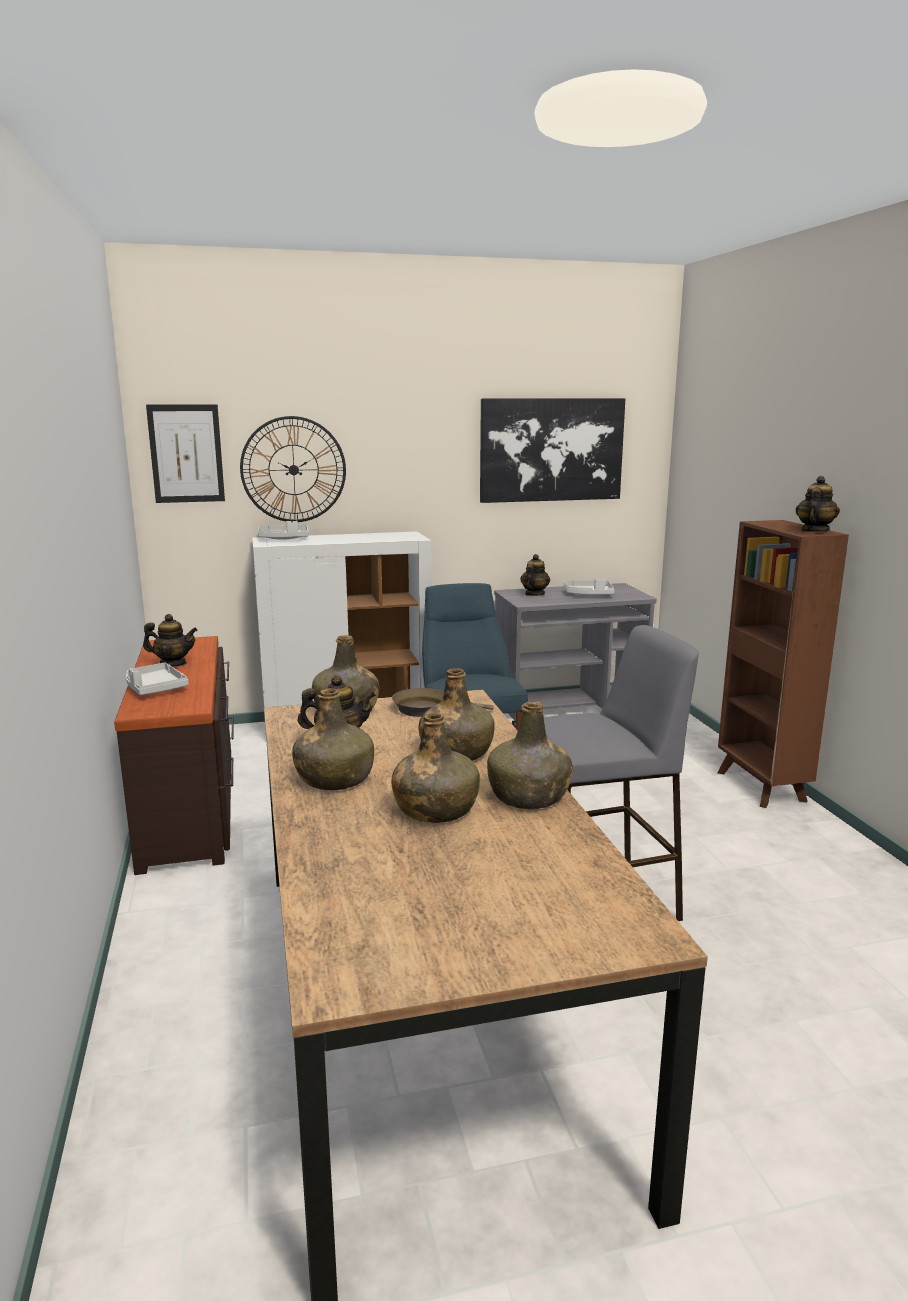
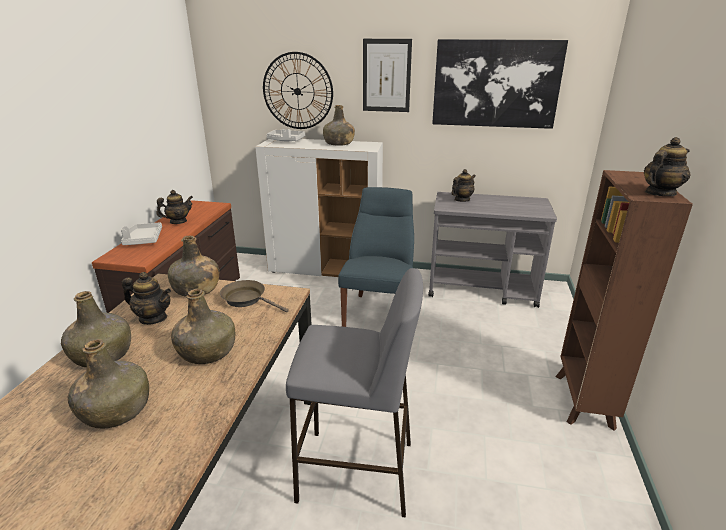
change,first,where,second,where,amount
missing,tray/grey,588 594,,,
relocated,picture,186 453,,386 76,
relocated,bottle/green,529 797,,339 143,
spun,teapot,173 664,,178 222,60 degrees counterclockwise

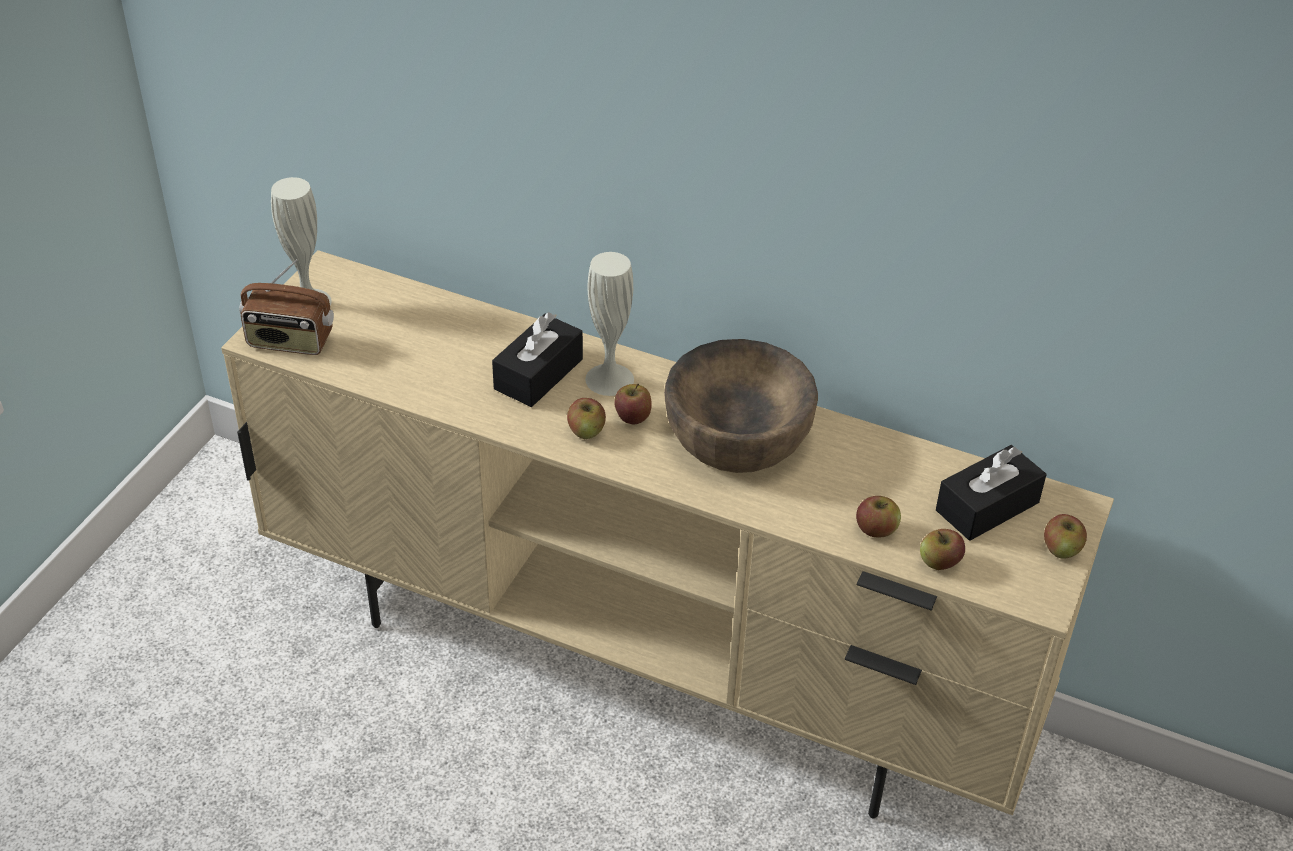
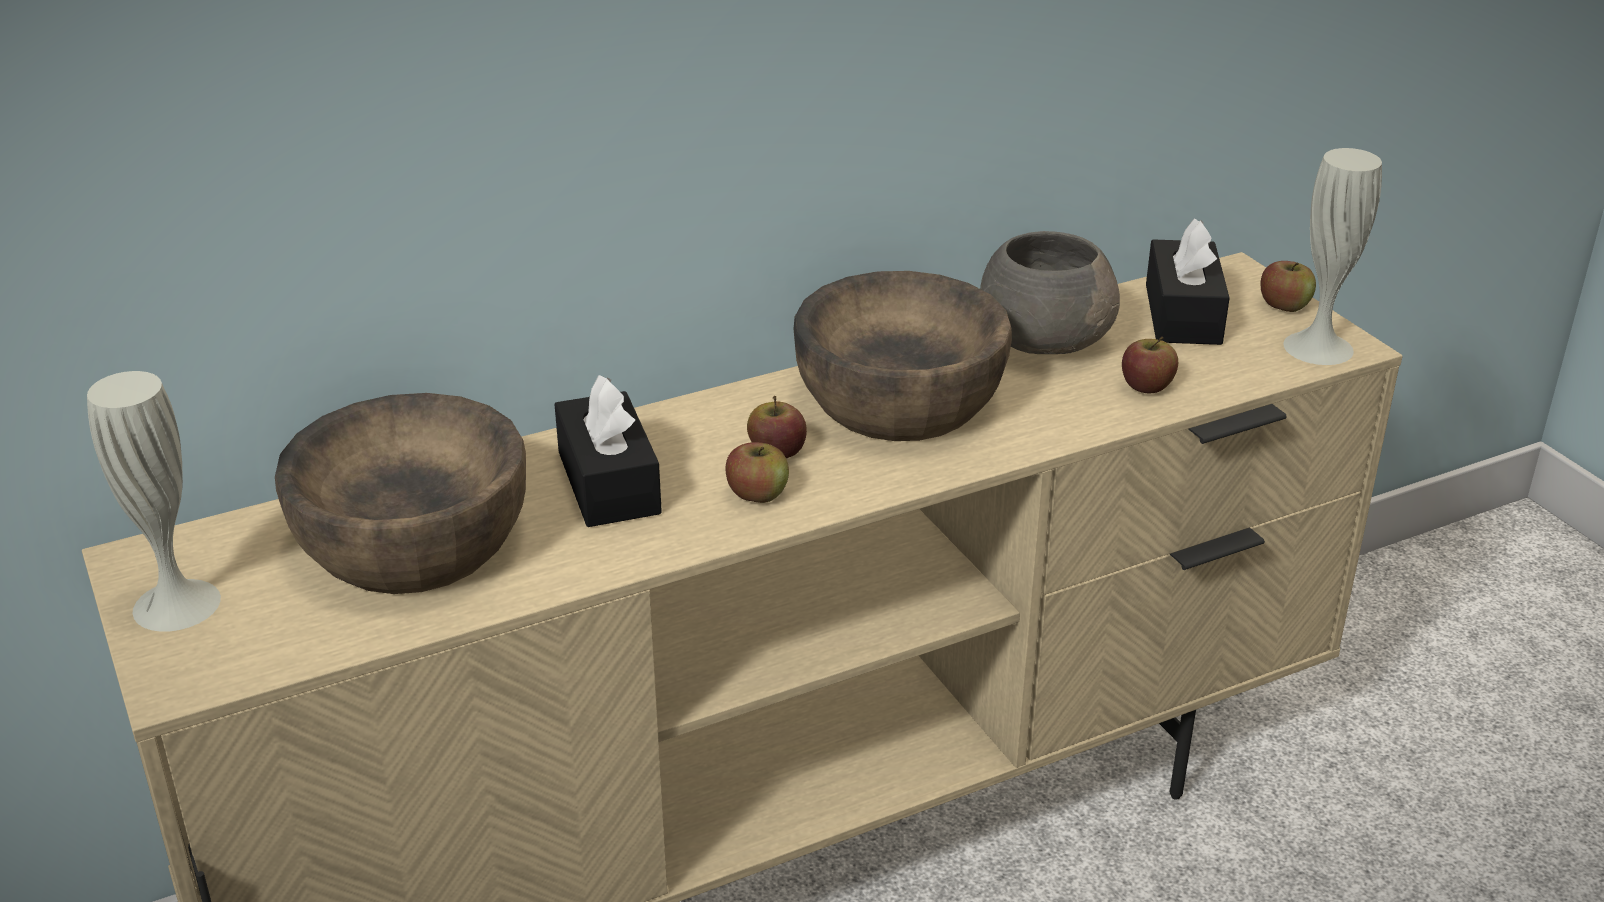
change,first,where,second,where,amount
missing,radio,290 342,,,
missing,apple,939 562,,,
appeared,,,bowl/brown,412 542,
appeared,,,bowl/grey,1043 340,
relocated,vase/white,609 379,,1318 347,

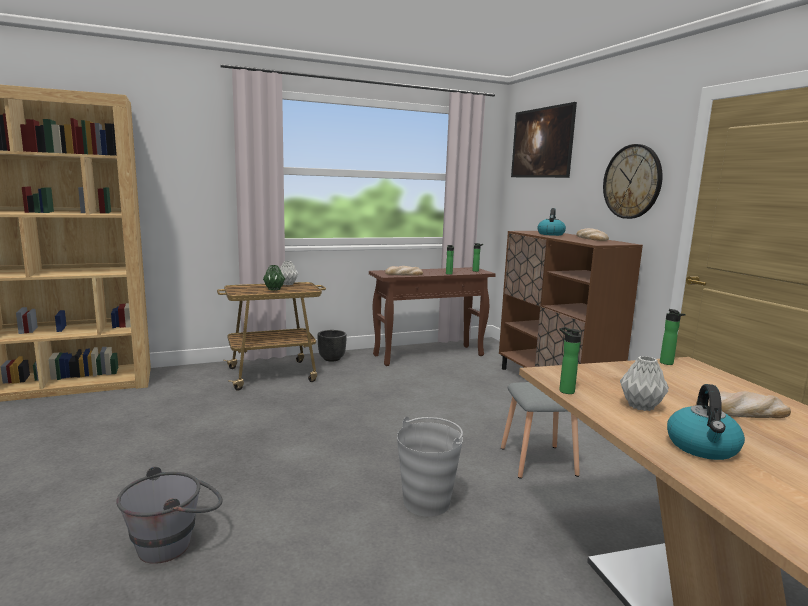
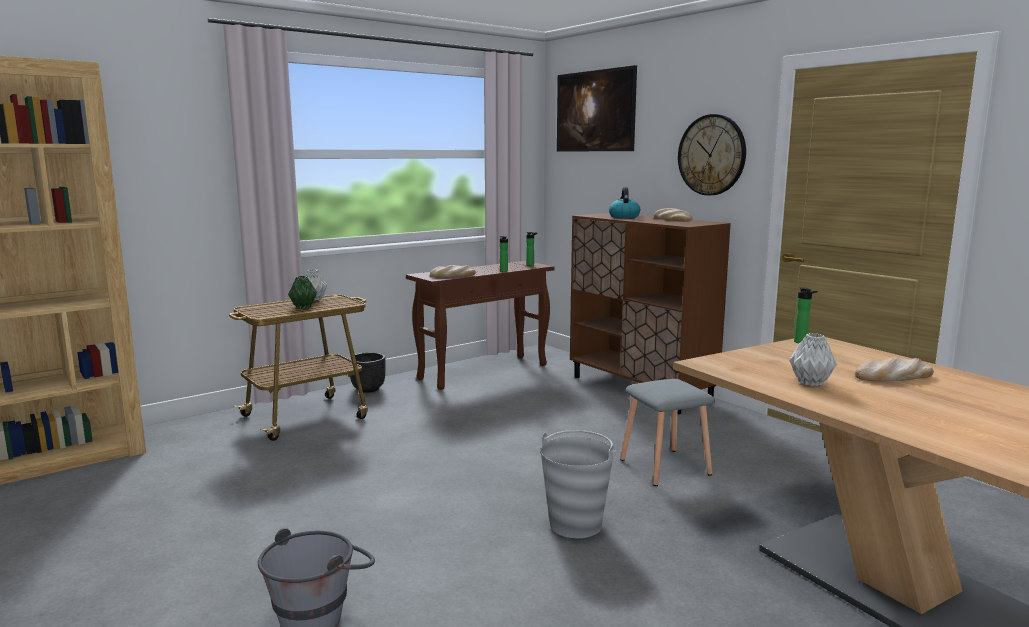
change,first,where,second,where,amount
missing,bottle,564 390,,,
missing,kettle,703 447,,,

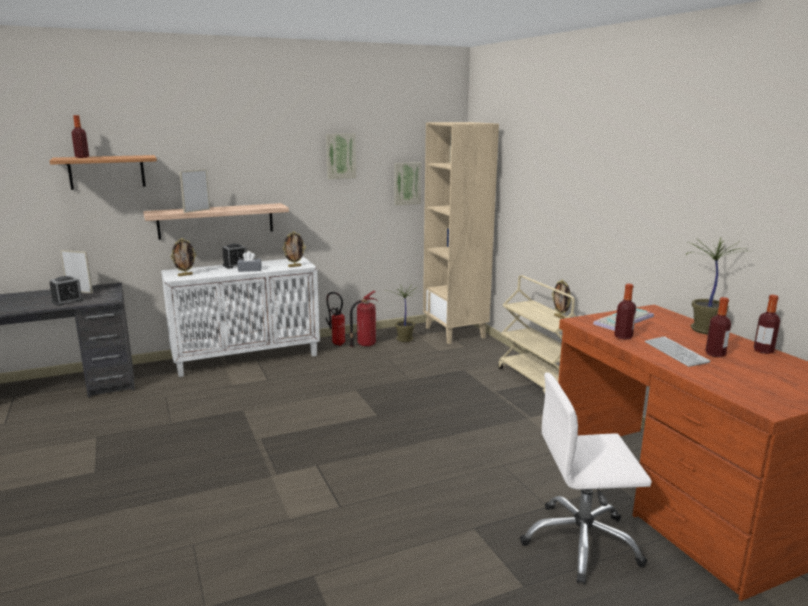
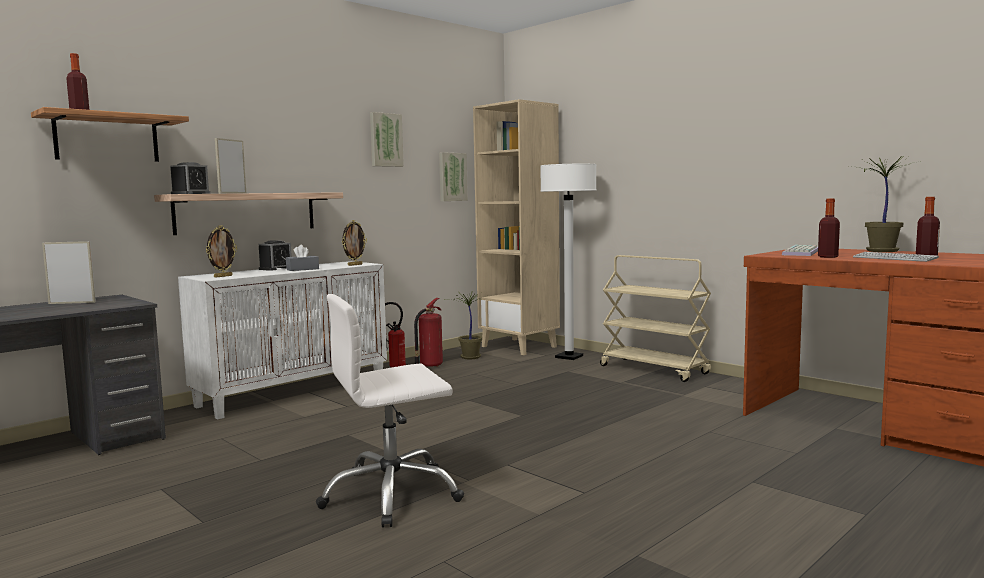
change,first,where,second,where,amount
missing,picture frame,560 317,,,
missing,bottle,763 351,,,
appeared,,,floor lamp/white,569 357,
relocated,alarm clock,67 301,,190 193,
relocated,office chair/white,581 542,,391 495,

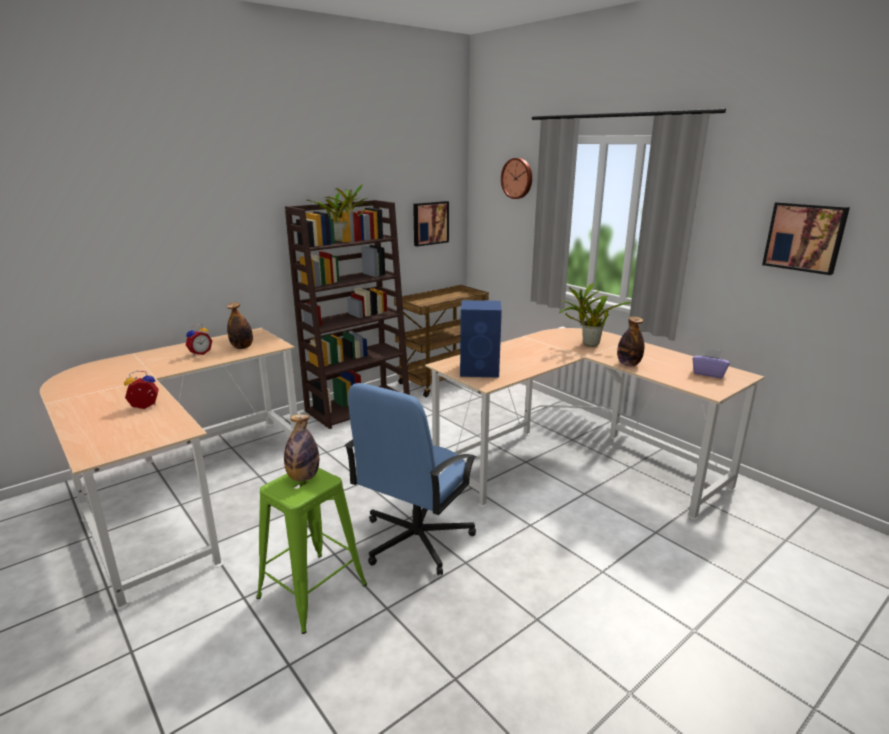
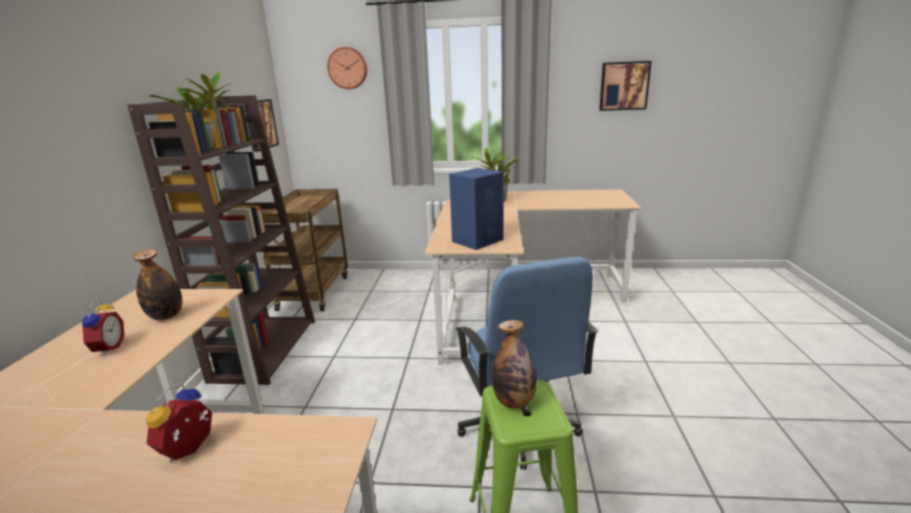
change,first,where,second,where,amount
missing,bottle,628 364,,,
missing,tissue box/purple,708 373,,,

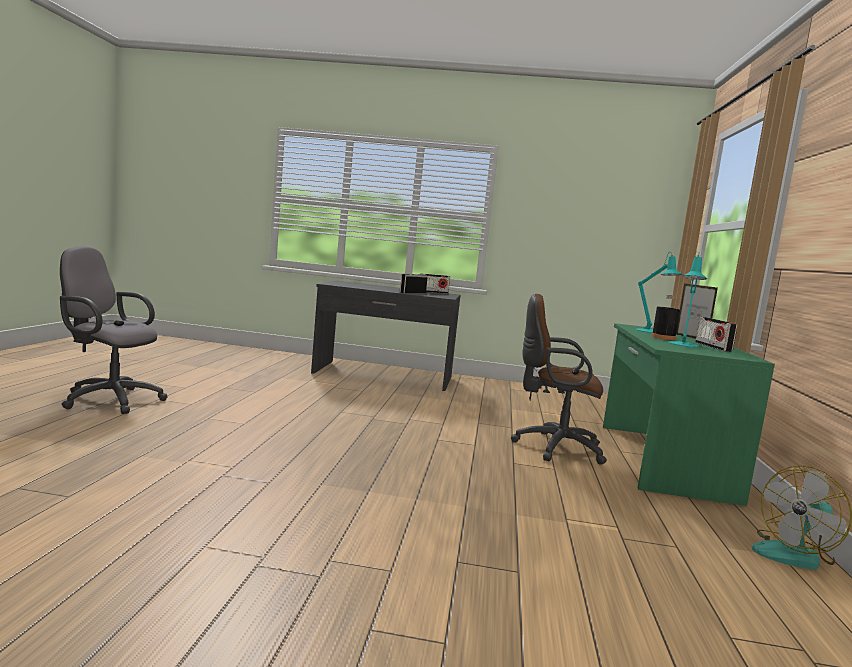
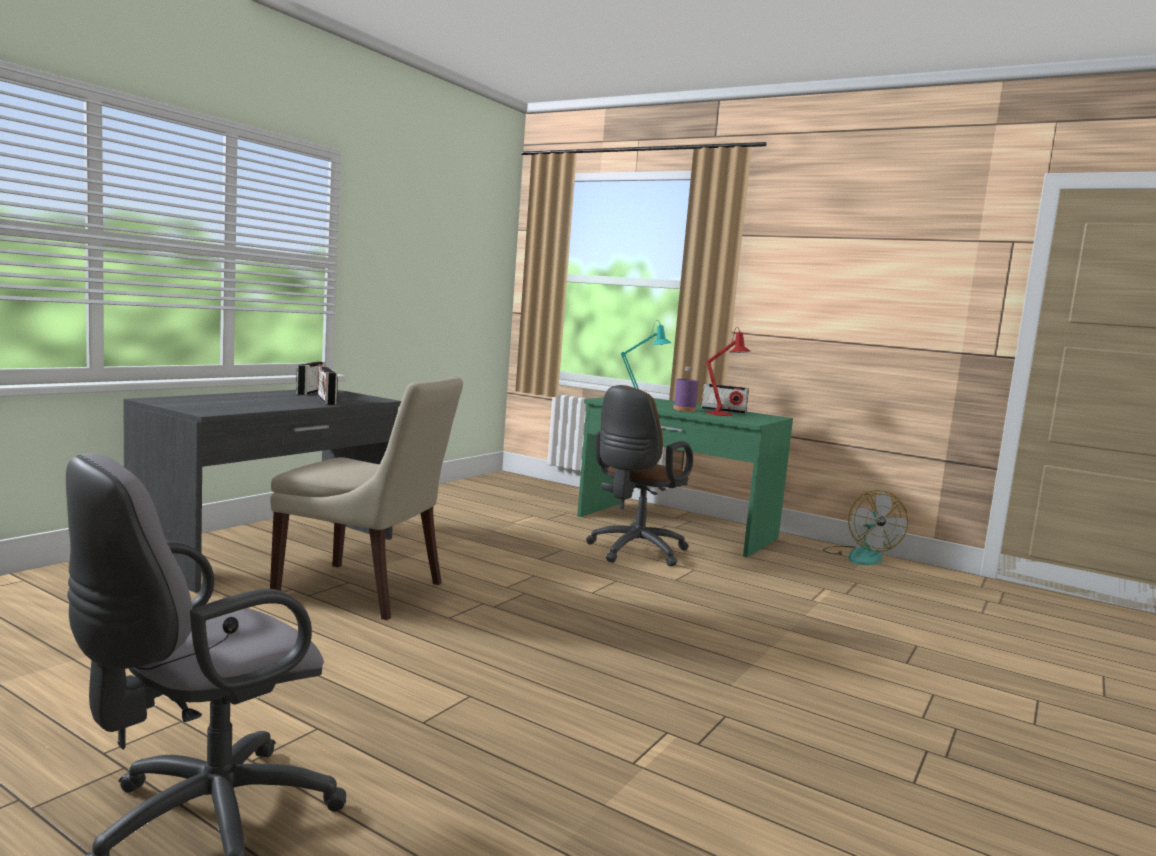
change,first,where,second,where,amount
missing,picture frame,691 338,,,
appeared,,,chair/beige,365 591,
colour,bottle/black,663 338,bottle/purple,684 410,
colour,table lamp/turquoise,683 345,table lamp/red,722 414,

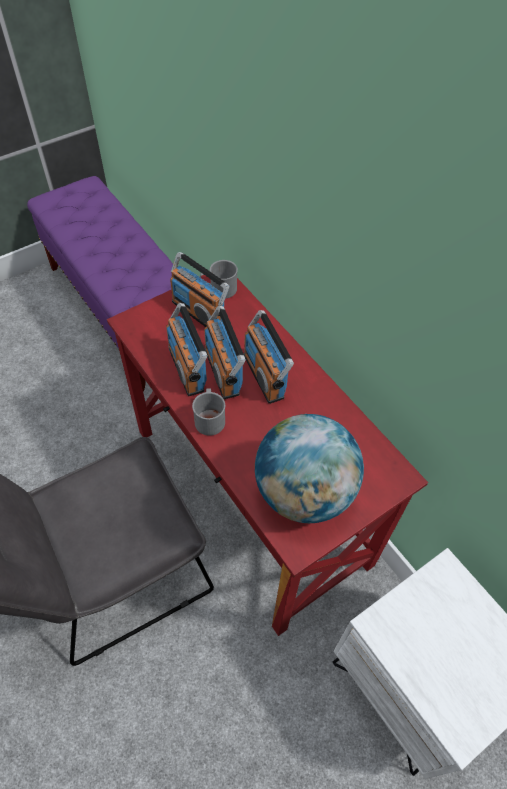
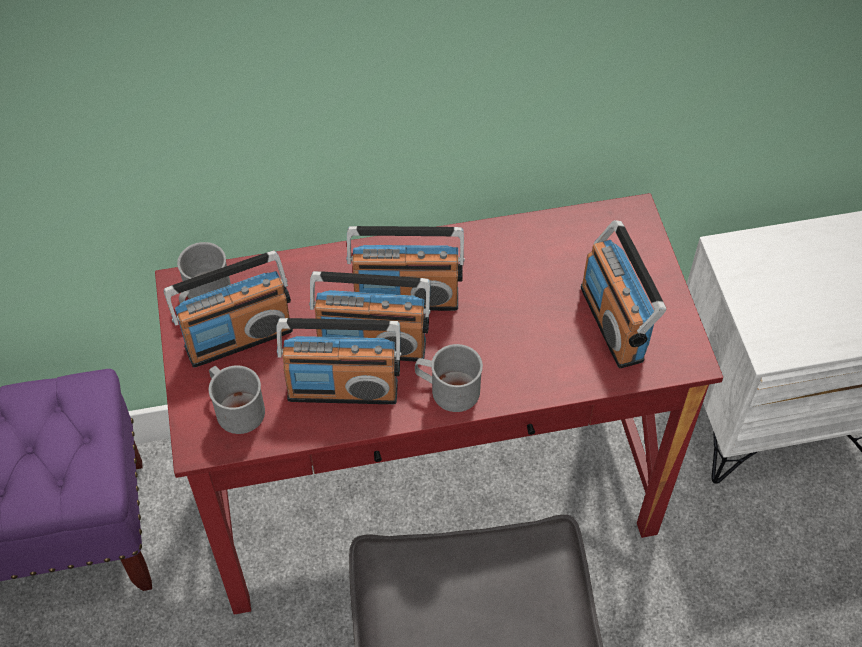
change,first,where,second,where,amount
appeared,,,mug/grey,235 407,
exchanged,globe,303 492,radio,613 323,

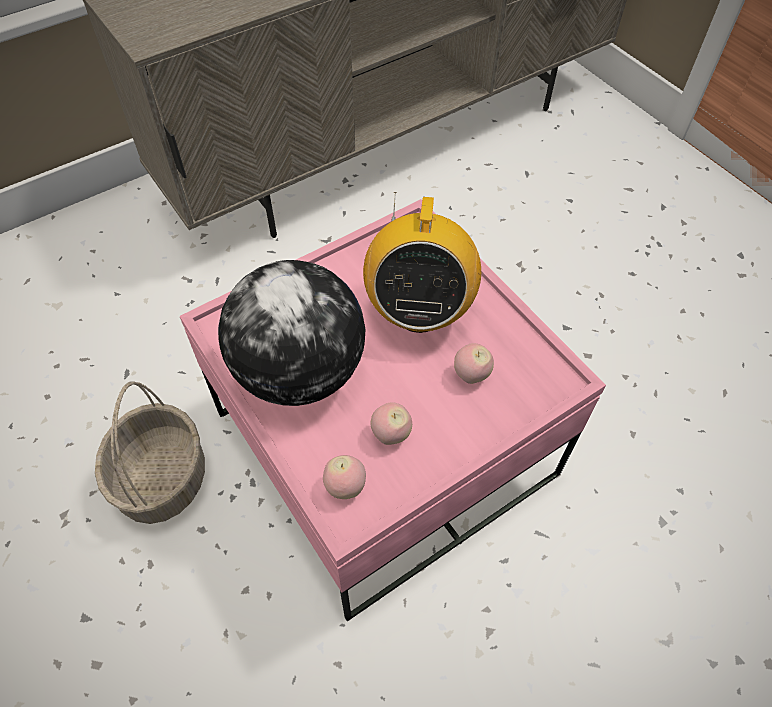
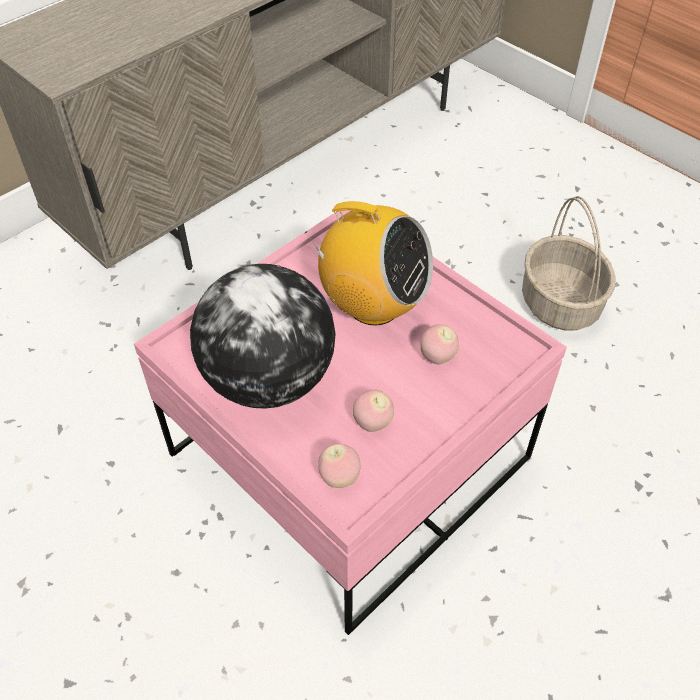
change,first,where,second,where,amount
relocated,basket,163 479,,561 303,
spun,radio,418 310,,373 305,60 degrees counterclockwise

